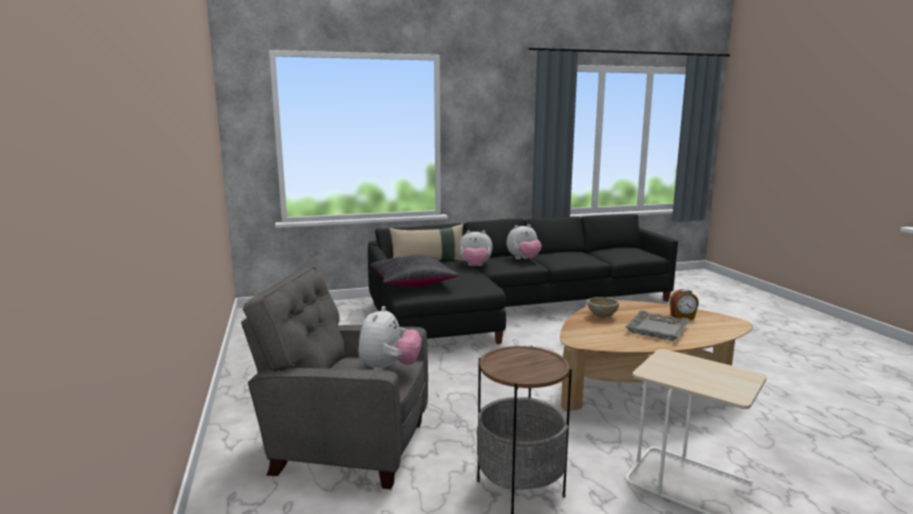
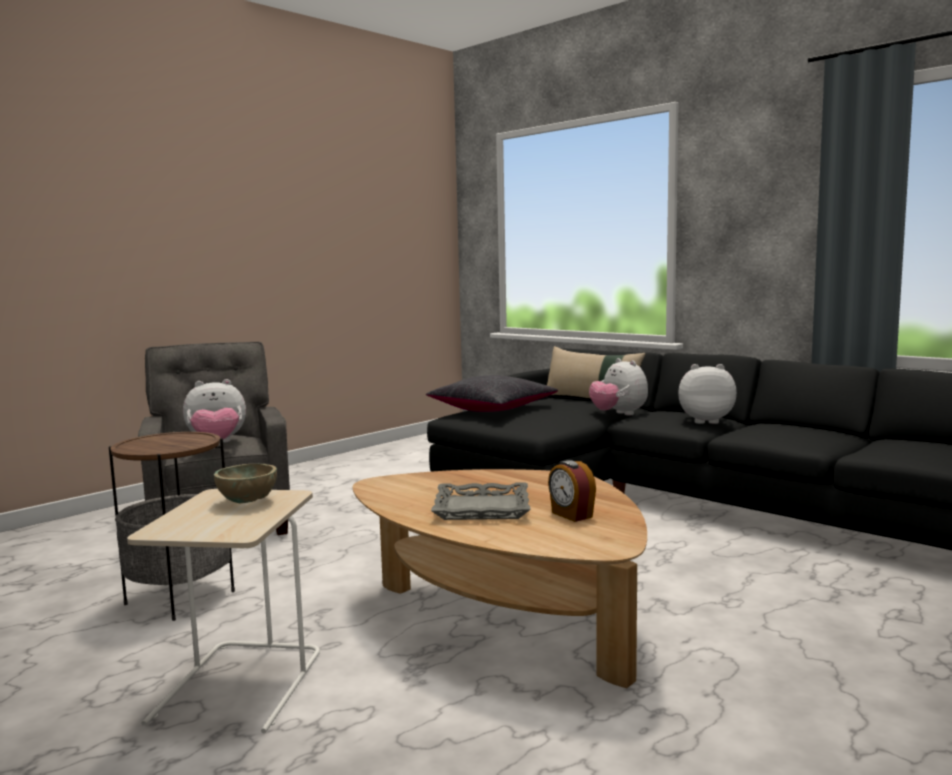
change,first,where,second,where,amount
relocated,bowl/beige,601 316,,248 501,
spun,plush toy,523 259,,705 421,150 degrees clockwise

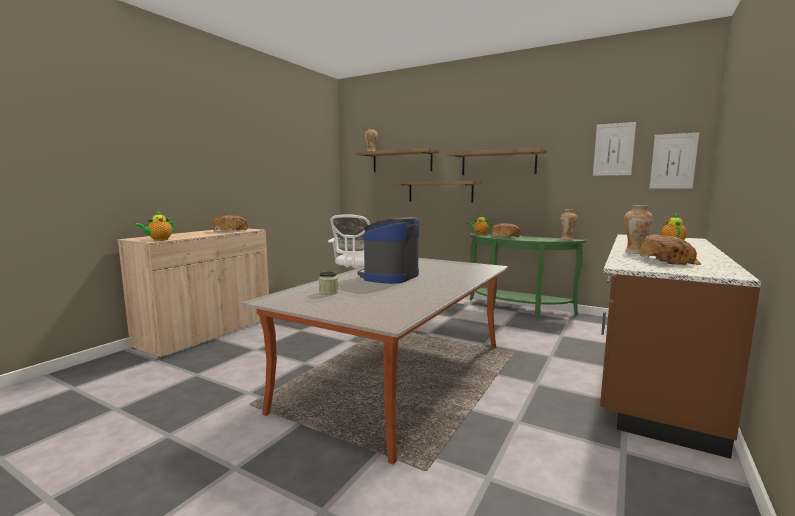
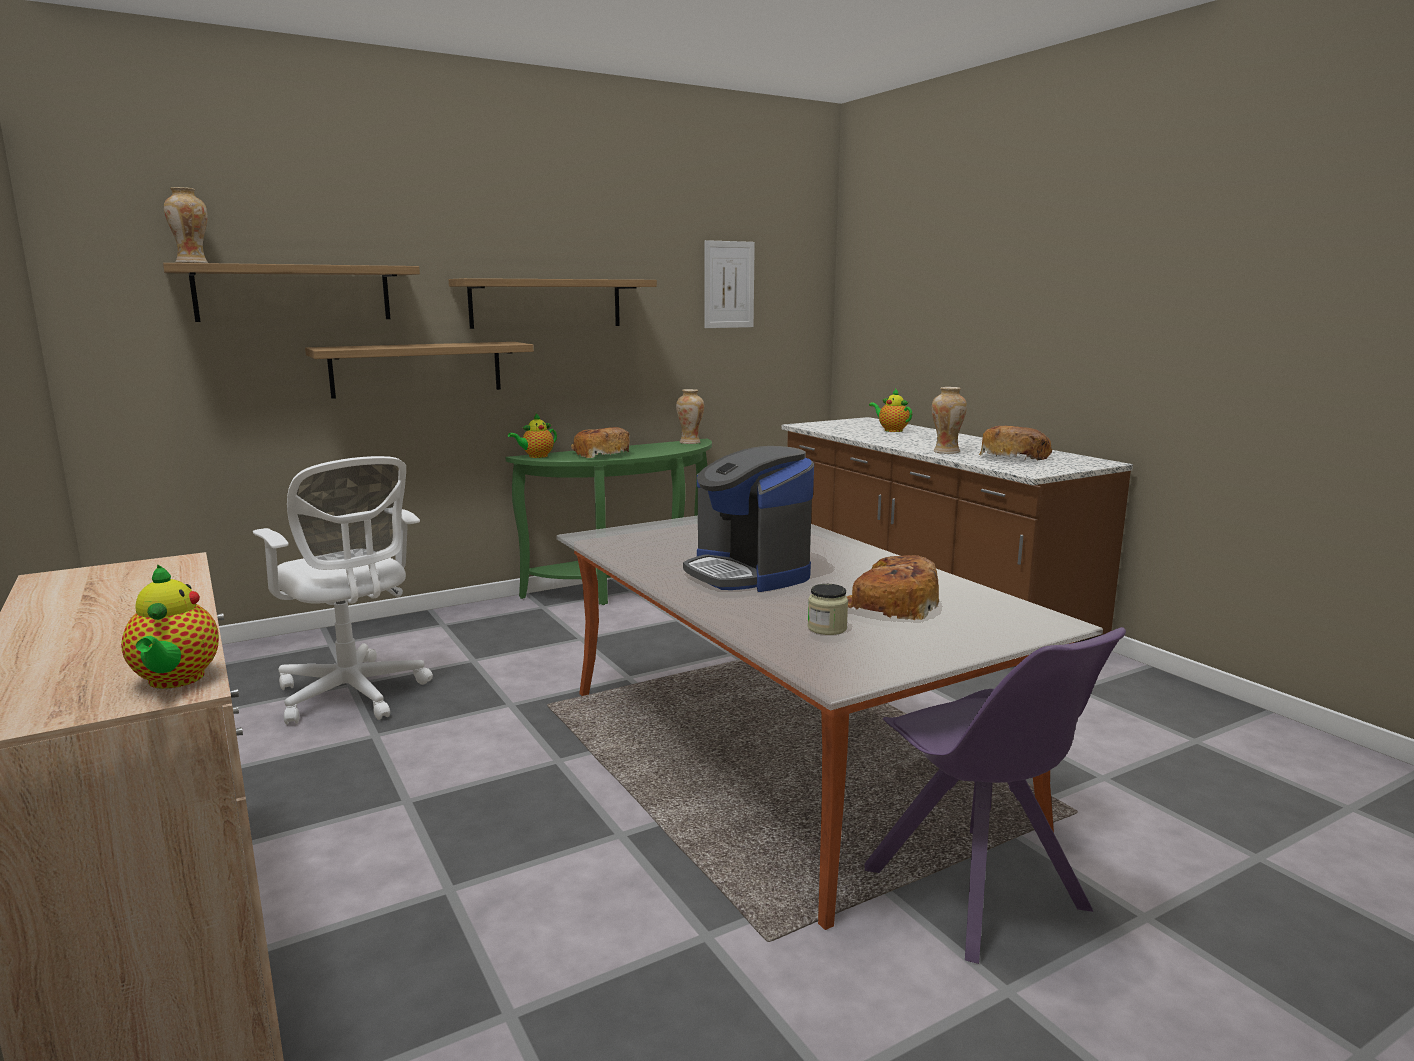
change,first,where,second,where,amount
missing,picture,673 161,,,
appeared,,,chair/purple,978 893,
relocated,bread,230 231,,889 605,

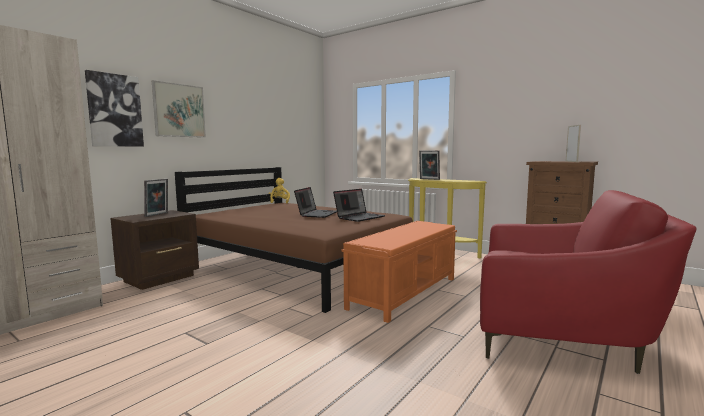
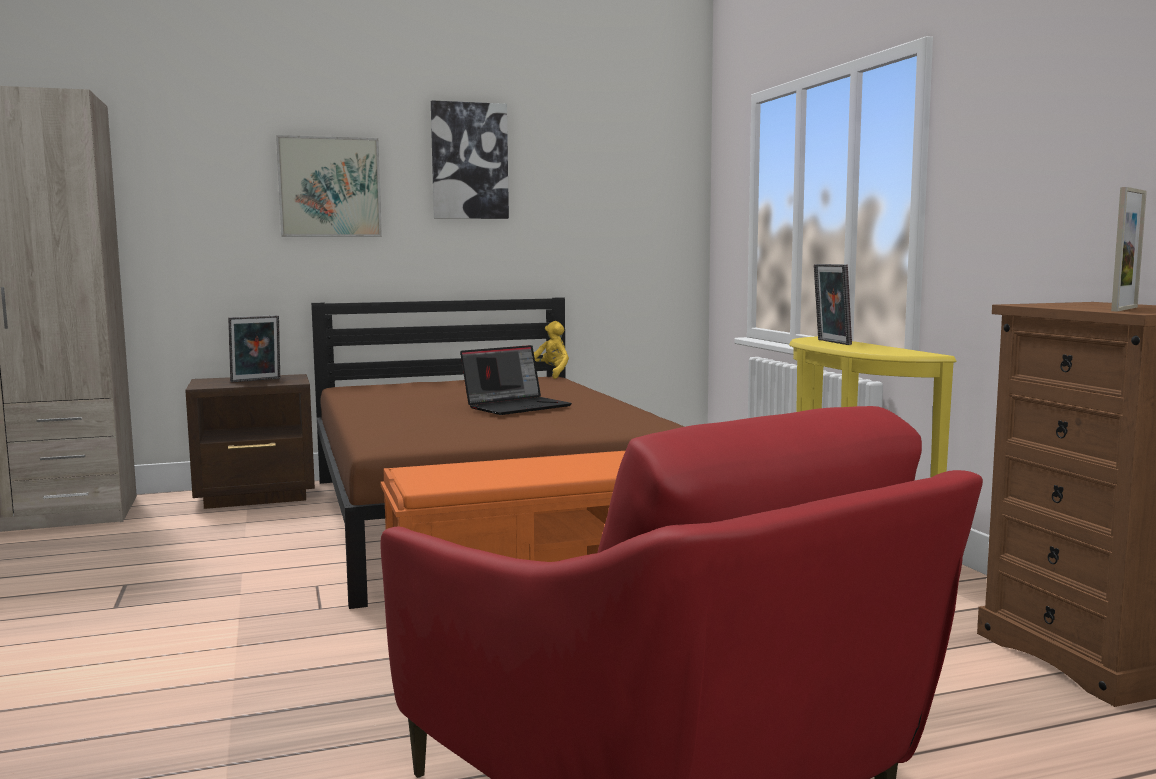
change,first,where,second,where,amount
missing,laptop,359 217,,,
relocated,picture,114 110,,469 161,

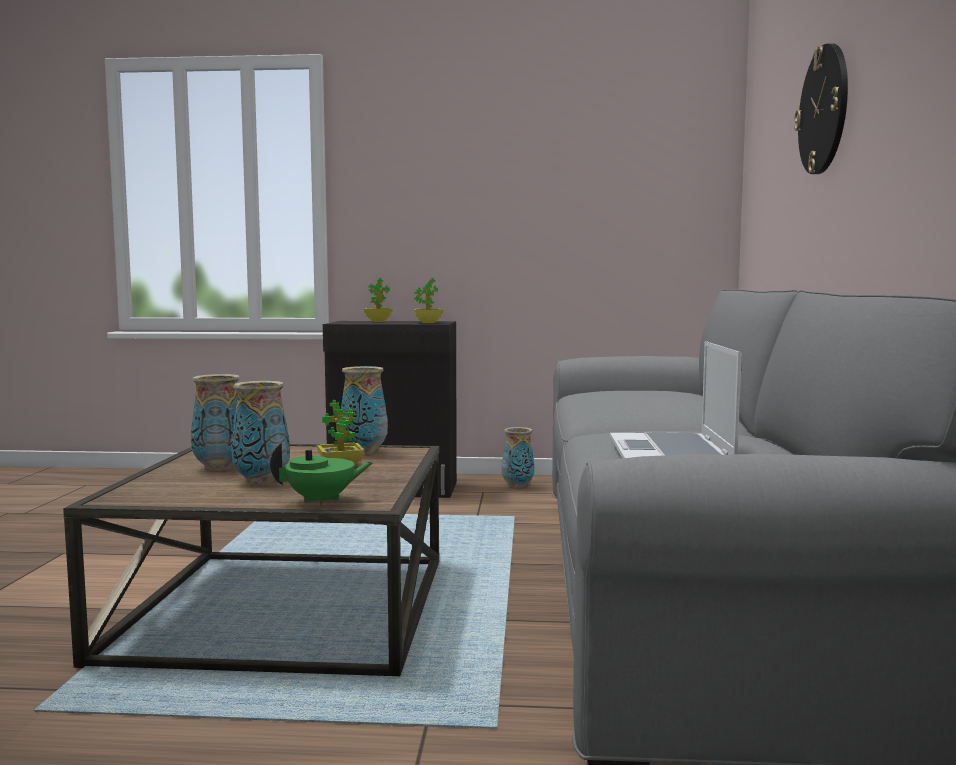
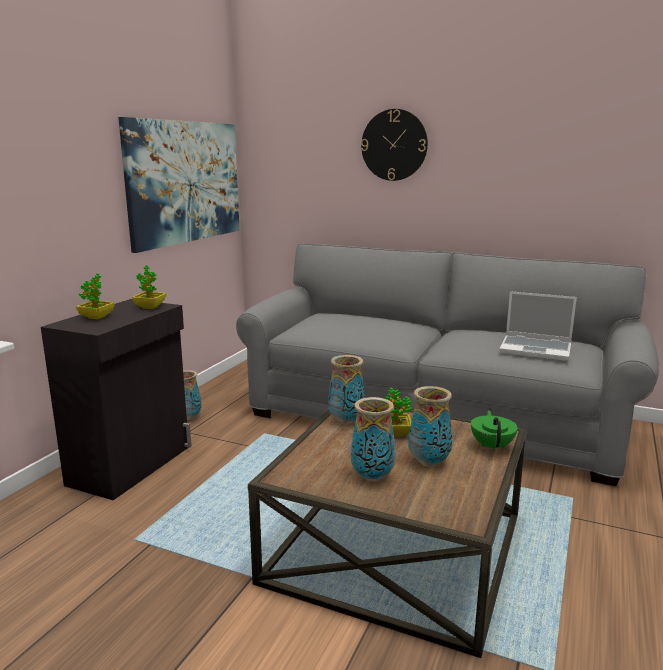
change,first,where,second,where,amount
appeared,,,picture,185 182,

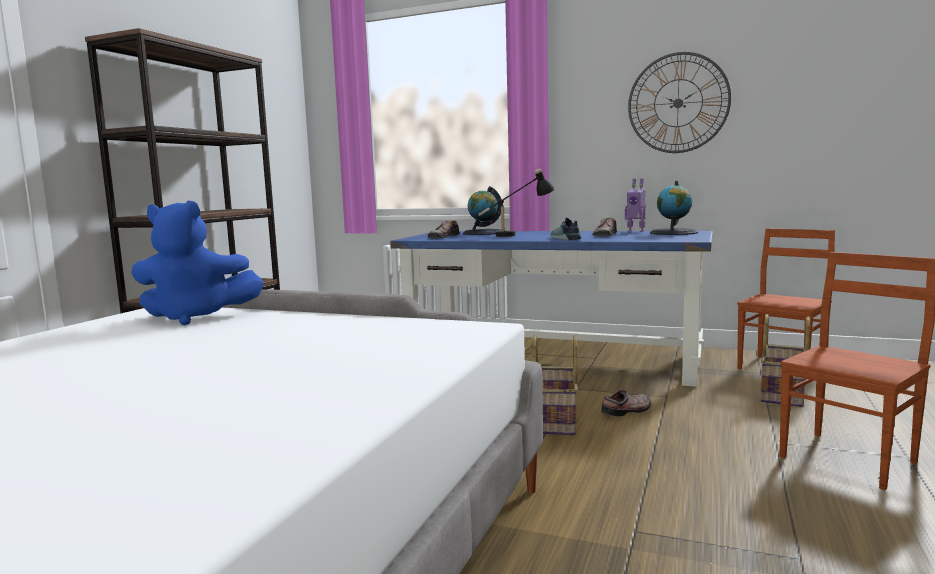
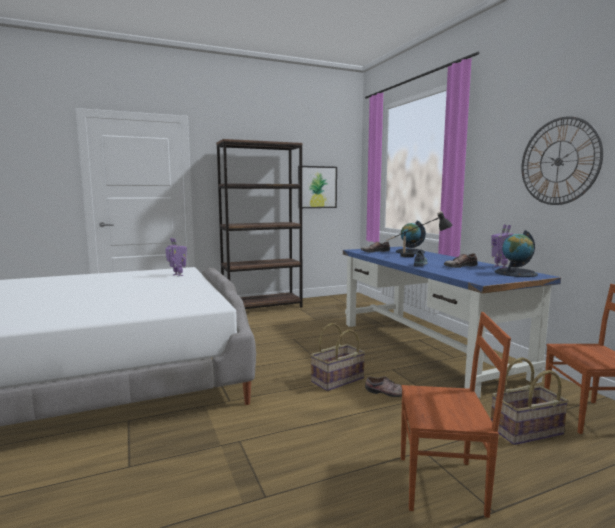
change,first,where,second,where,amount
appeared,,,picture,317 187,
exchanged,plush toy/blue,196 317,toy robot,177 275,

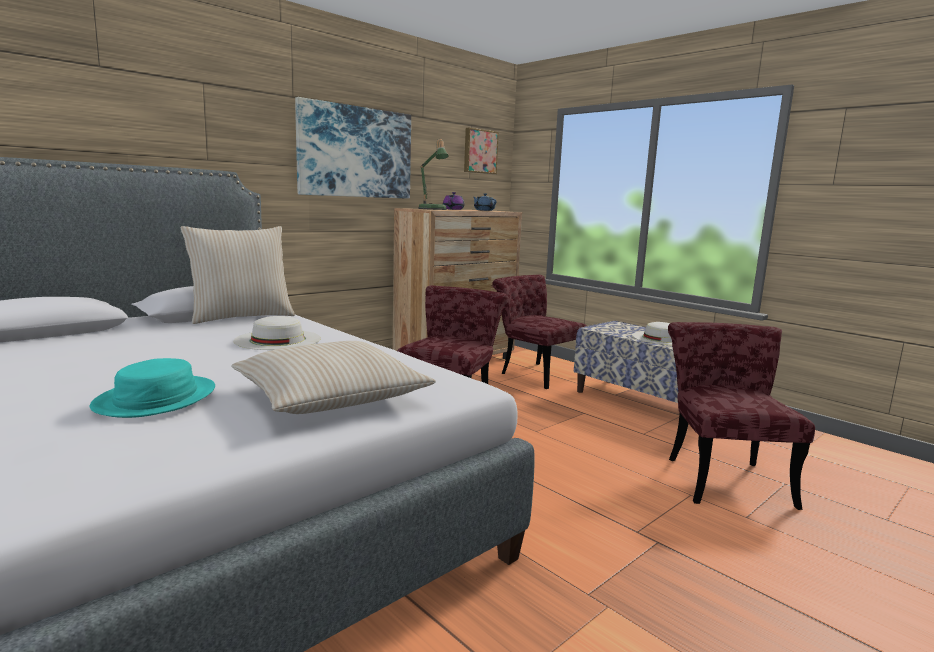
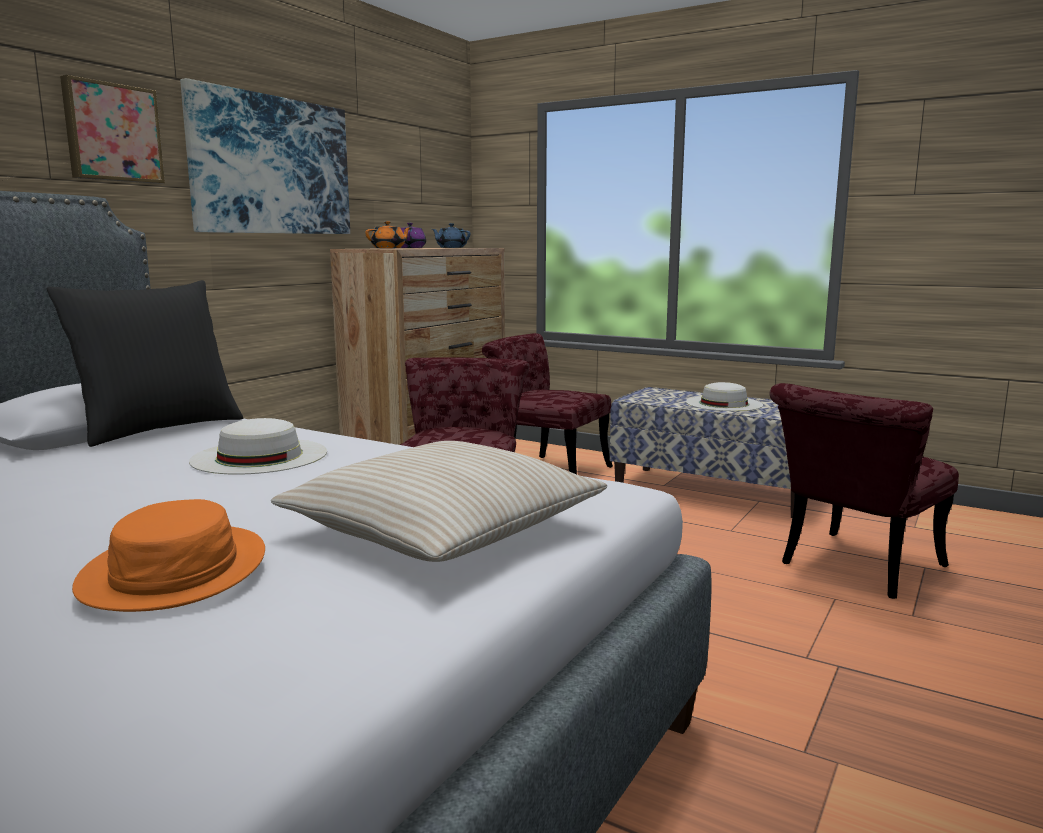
change,first,where,second,where,amount
relocated,picture,479 151,,112 133,
exchanged,table lamp,433 209,teapot/orange,389 248,
colour,hat/turquoise,157 398,hat/orange,176 570,
colour,pillow/beige,241 317,pillow/black,158 428,
spun,chair/red,722 476,,854 569,120 degrees counterclockwise

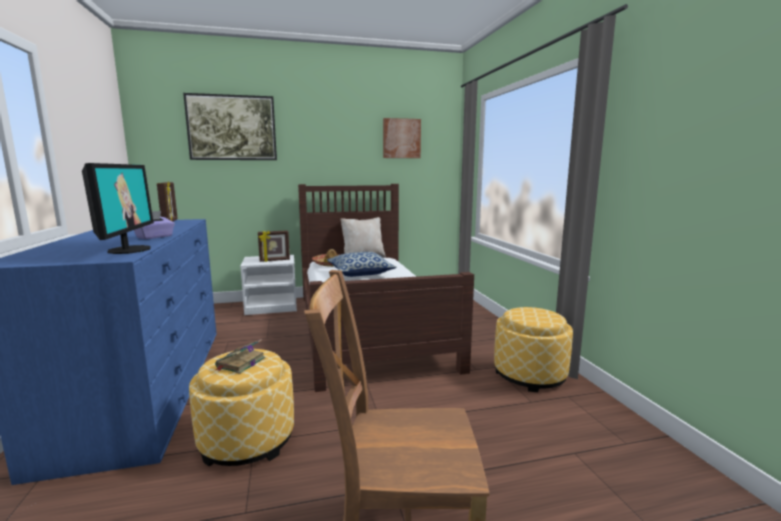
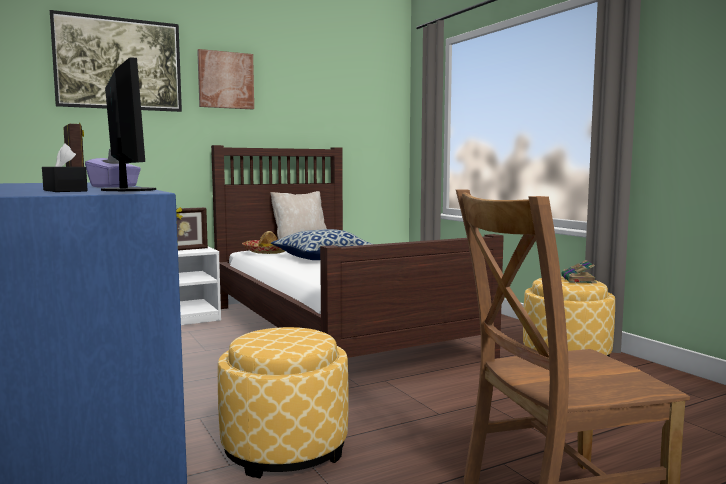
change,first,where,second,where,amount
appeared,,,tissue box/black,65 190,
relocated,book,240 363,,578 280,
relocated,picture,401 138,,225 80,

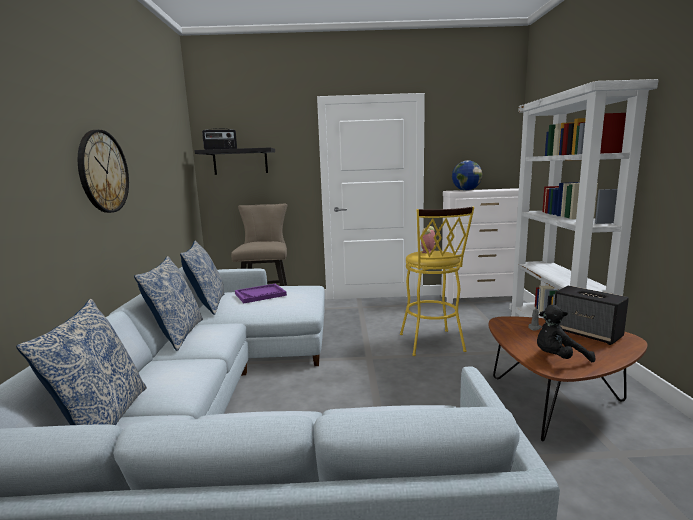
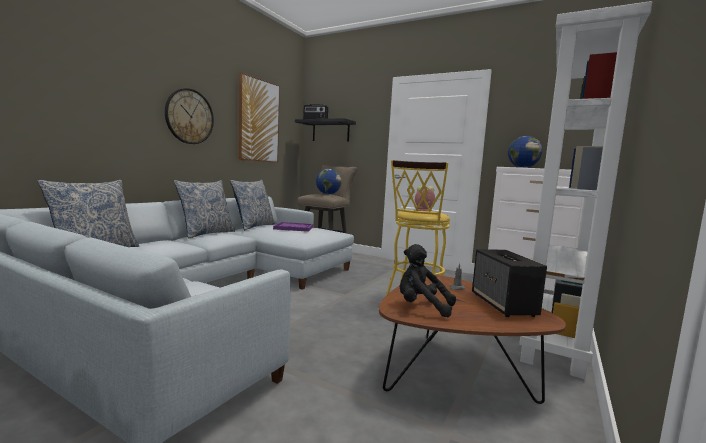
change,first,where,second,where,amount
appeared,,,picture,258 121,
appeared,,,globe,328 194,

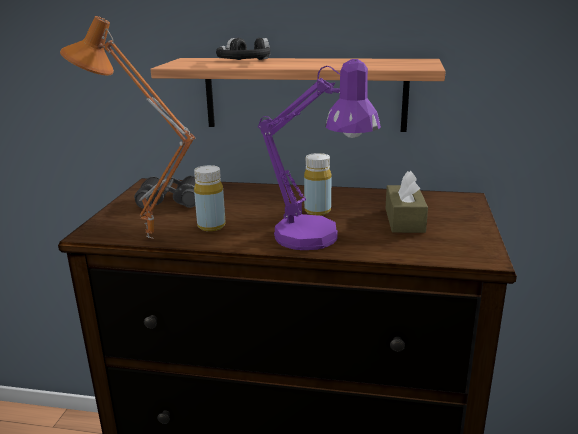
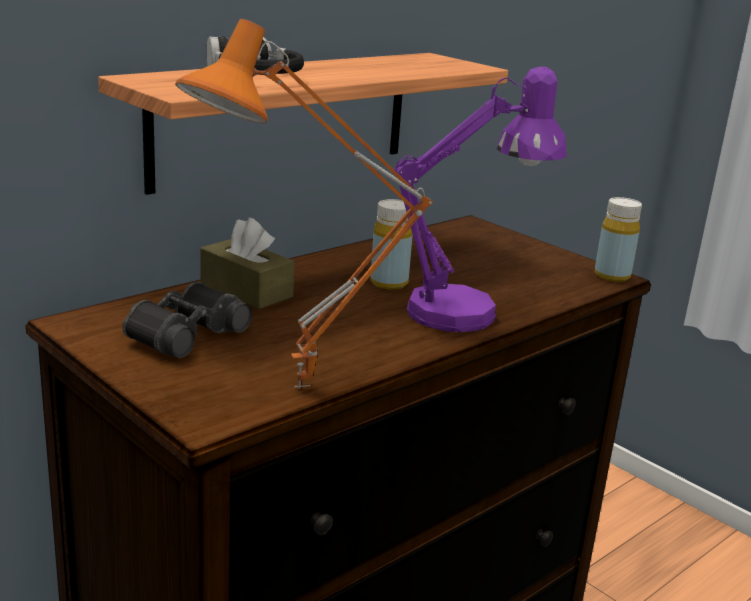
change,first,where,second,where,amount
relocated,bottle/yellow,211 226,,612 276,
relocated,tissue box/brown,404 220,,246 290,

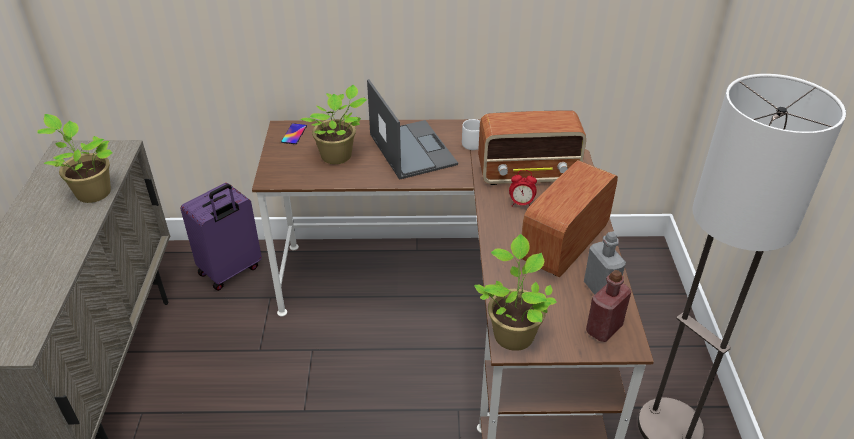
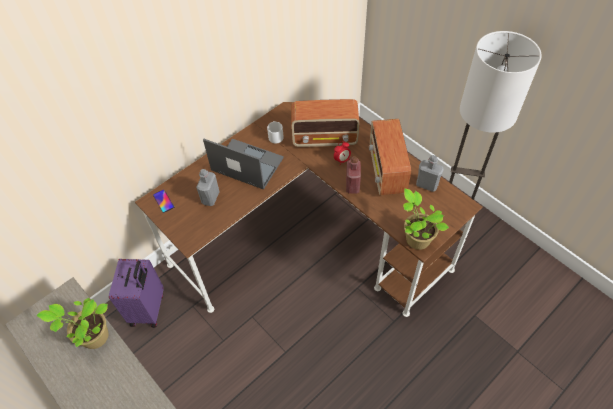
change,first,where,second,where,amount
relocated,bottle/red,604 329,,352 186,
exchanged,potted plant,339 156,bottle/grey,210 198,
spun,radio,528 174,,325 138,45 degrees clockwise

